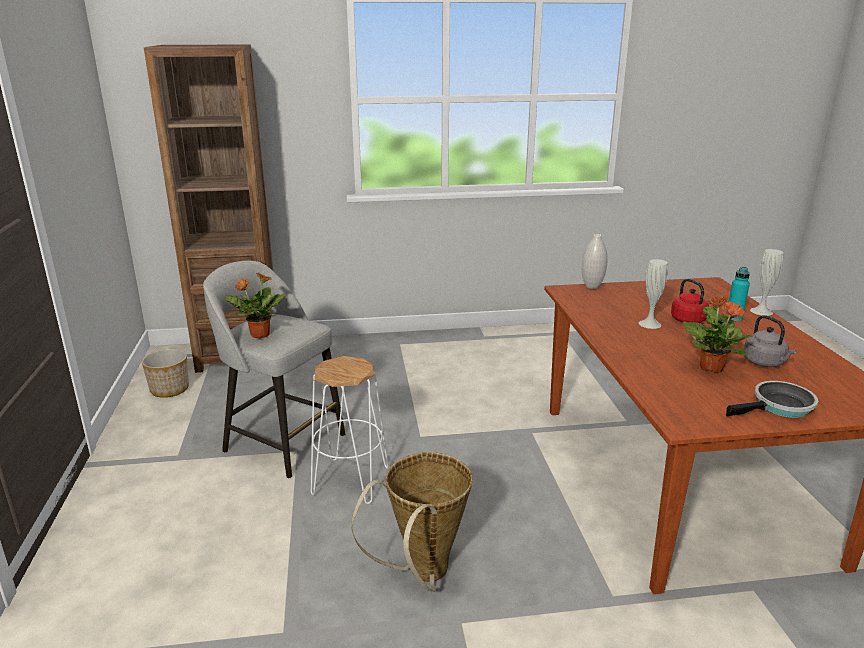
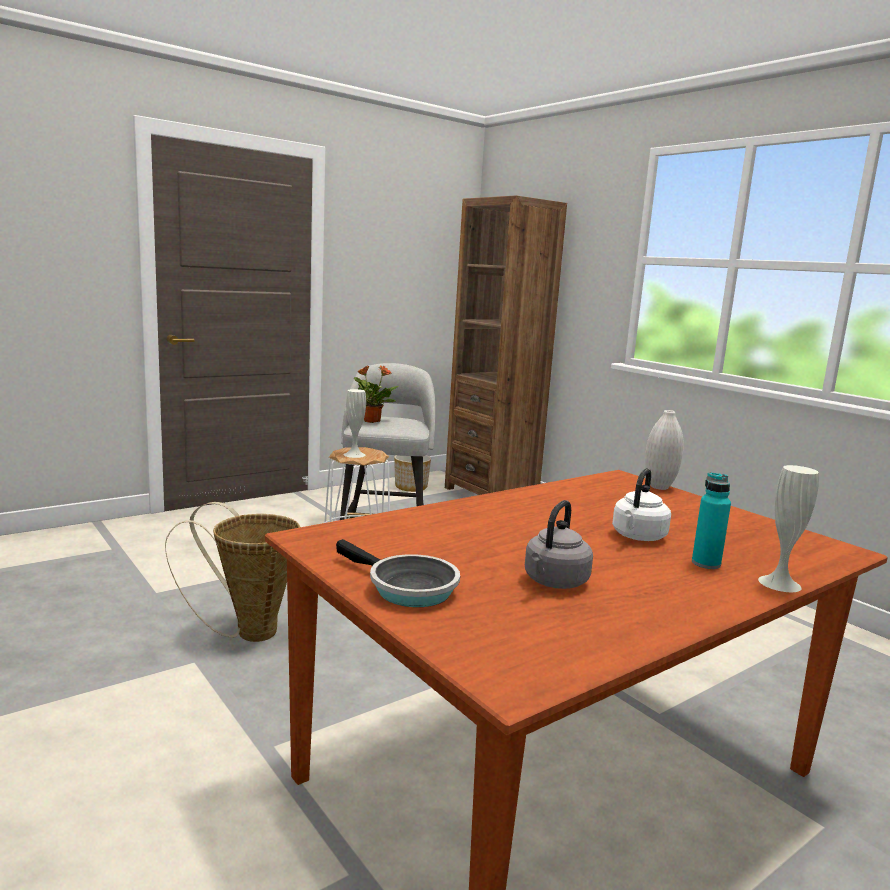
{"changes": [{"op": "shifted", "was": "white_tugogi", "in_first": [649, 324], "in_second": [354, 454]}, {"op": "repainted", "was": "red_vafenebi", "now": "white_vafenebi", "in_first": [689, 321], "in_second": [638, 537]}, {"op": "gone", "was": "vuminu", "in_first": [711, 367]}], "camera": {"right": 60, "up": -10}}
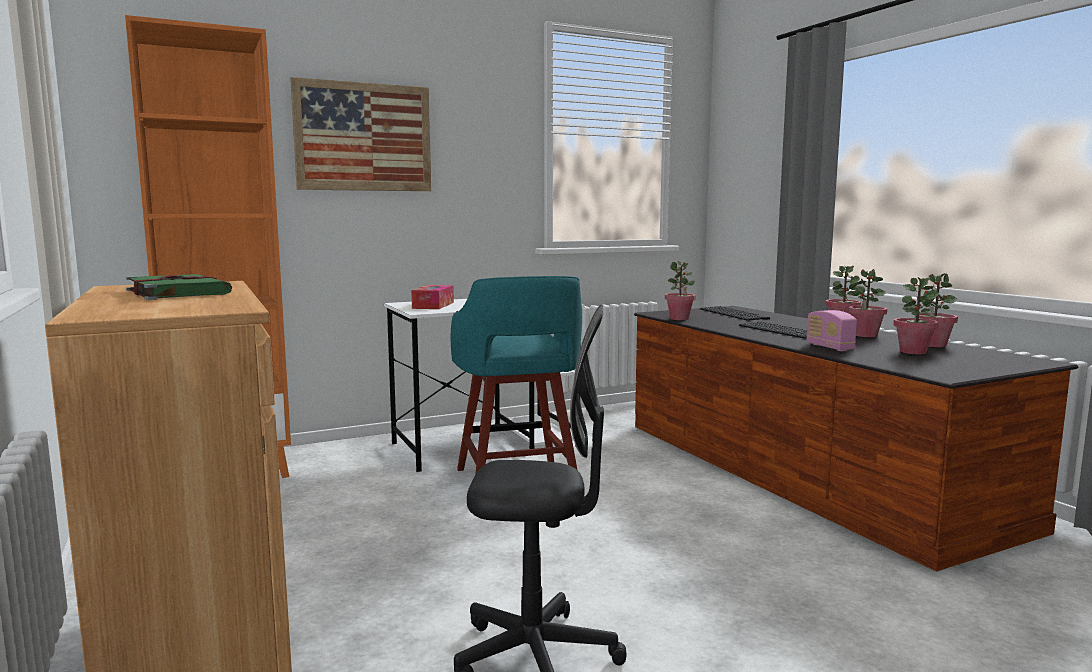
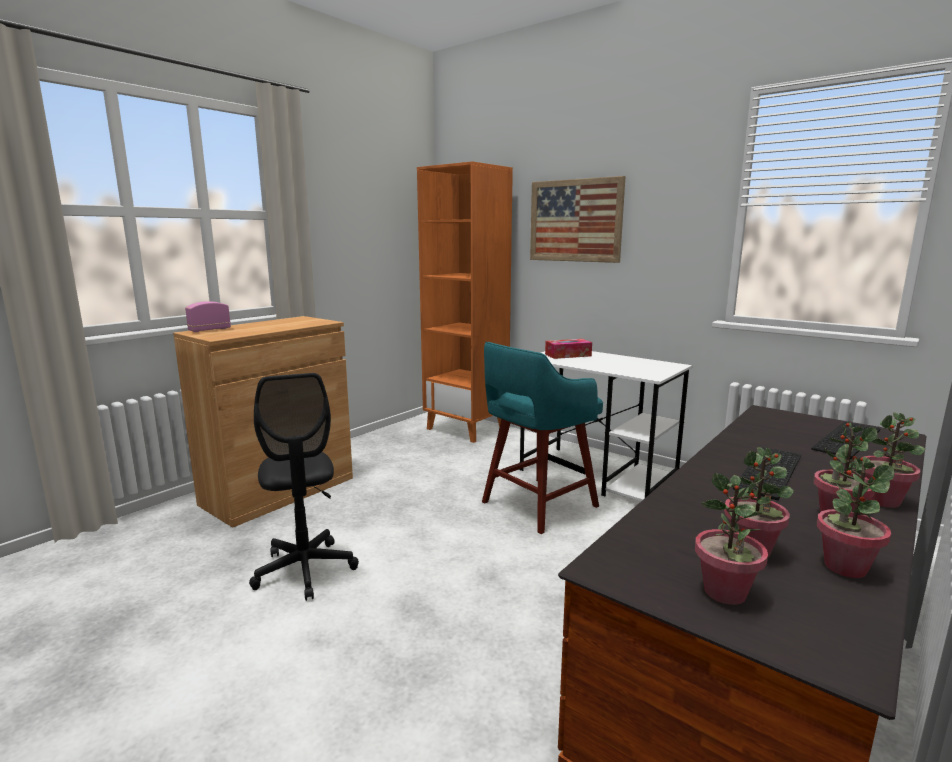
{"changes": [{"op": "shifted", "was": "vuminu", "in_first": [679, 318], "in_second": [725, 592]}, {"op": "gone", "was": "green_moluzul", "in_first": [177, 292]}, {"op": "shifted", "was": "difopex", "in_first": [829, 347], "in_second": [209, 330]}], "camera": {"right": 65, "up": 5}}
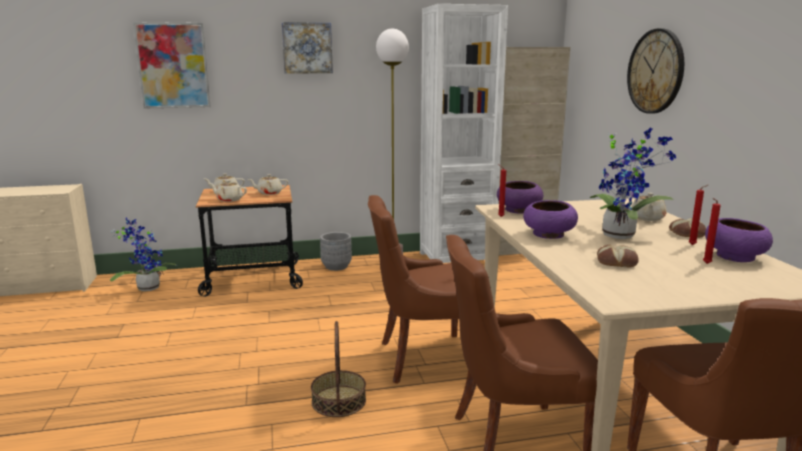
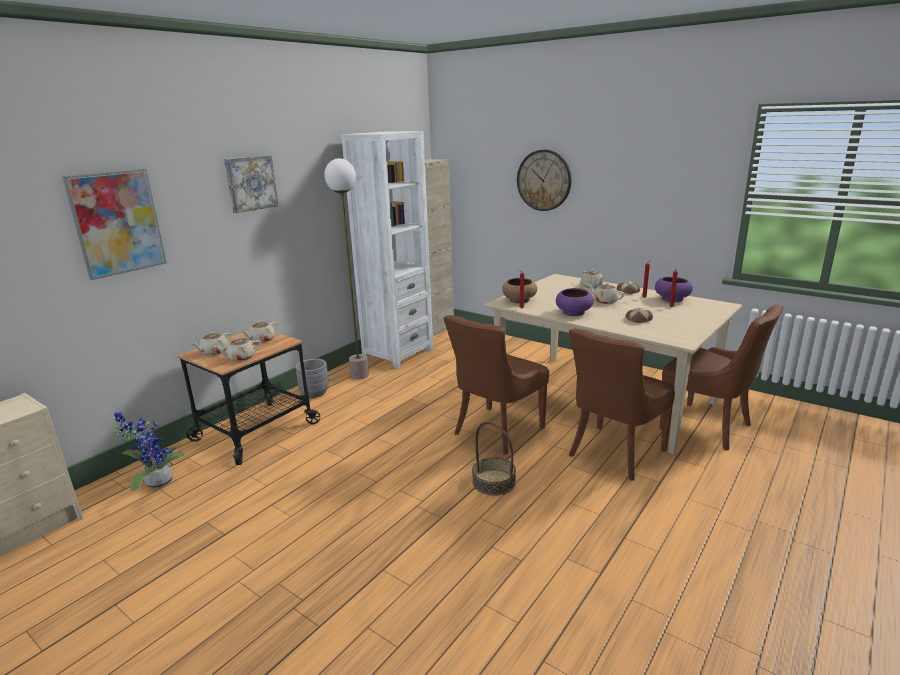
{"changes": [{"op": "swapped", "was": "vuminu", "now": "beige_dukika", "in_first": [621, 235], "in_second": [604, 301]}, {"op": "repainted", "was": "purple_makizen", "now": "brown_makizen", "in_first": [519, 210], "in_second": [519, 300]}], "camera": {"right": -40, "up": 5}}
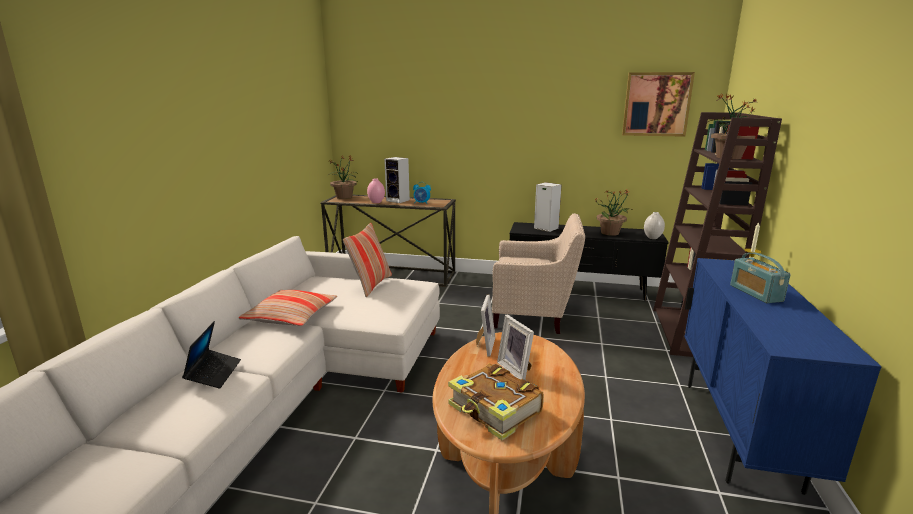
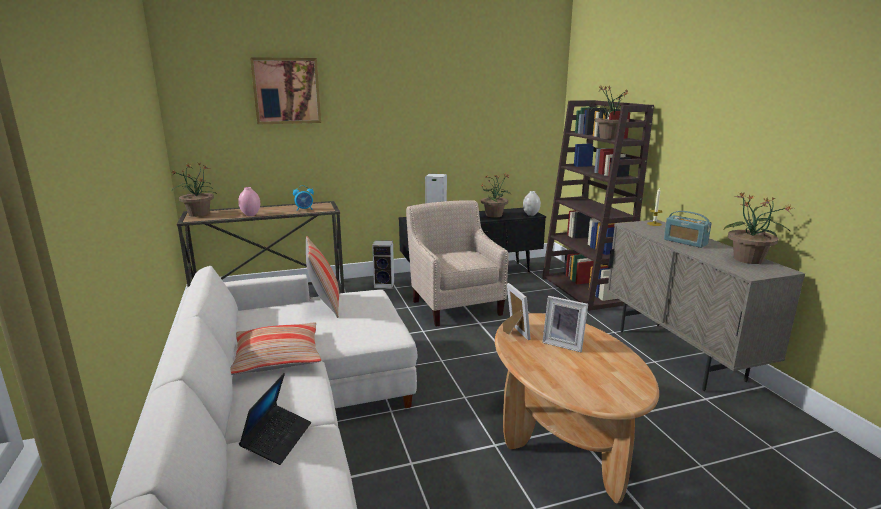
{"changes": [{"op": "shifted", "was": "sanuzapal", "in_first": [656, 104], "in_second": [286, 91]}, {"op": "shifted", "was": "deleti", "in_first": [399, 200], "in_second": [385, 284]}, {"op": "rotated", "was": "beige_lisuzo", "in_first": [534, 315], "in_second": [455, 305], "clockwise": -90}, {"op": "repainted", "was": "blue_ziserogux", "now": "beige_ziserogux", "in_first": [738, 433], "in_second": [678, 354]}, {"op": "rotated", "was": "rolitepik", "in_first": [214, 373], "in_second": [277, 439], "clockwise": 45}, {"op": "gone", "was": "moluzul", "in_first": [495, 411]}, {"op": "new", "now": "vuminu", "in_second": [748, 260]}], "camera": {"right": -30, "up": 0}}
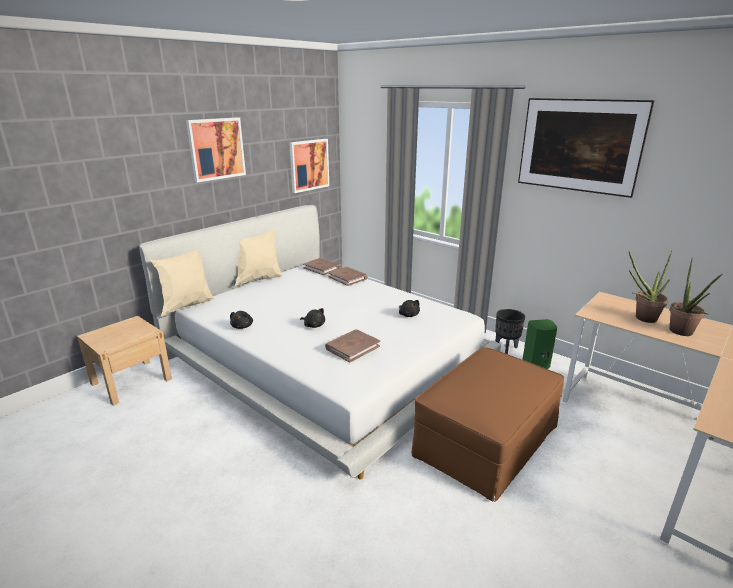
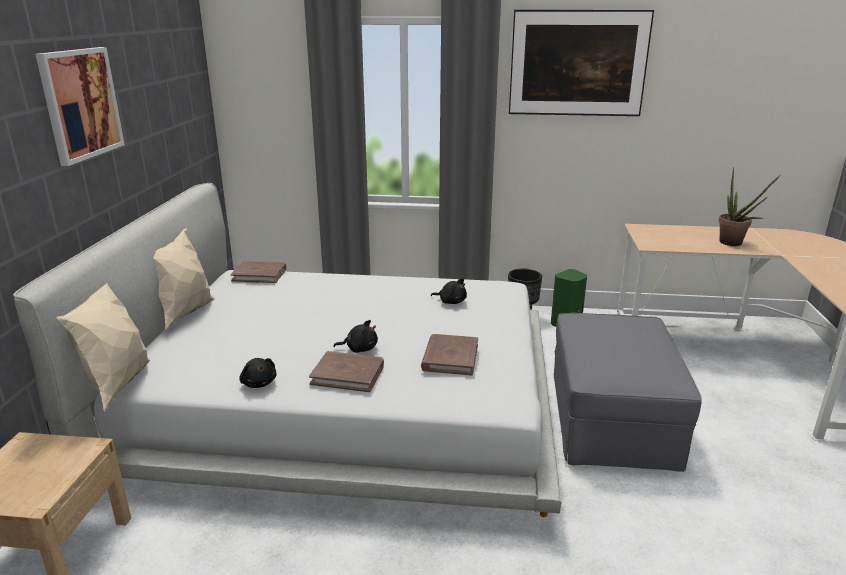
{"changes": [{"op": "gone", "was": "sanuzapal", "in_first": [309, 165]}, {"op": "gone", "was": "vuminu", "in_first": [641, 318]}, {"op": "shifted", "was": "brown_moluzul", "in_first": [348, 278], "in_second": [348, 374]}, {"op": "repainted", "was": "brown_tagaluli", "now": "grey_tagaluli", "in_first": [484, 443], "in_second": [611, 420]}], "camera": {"right": -35, "up": 0}}
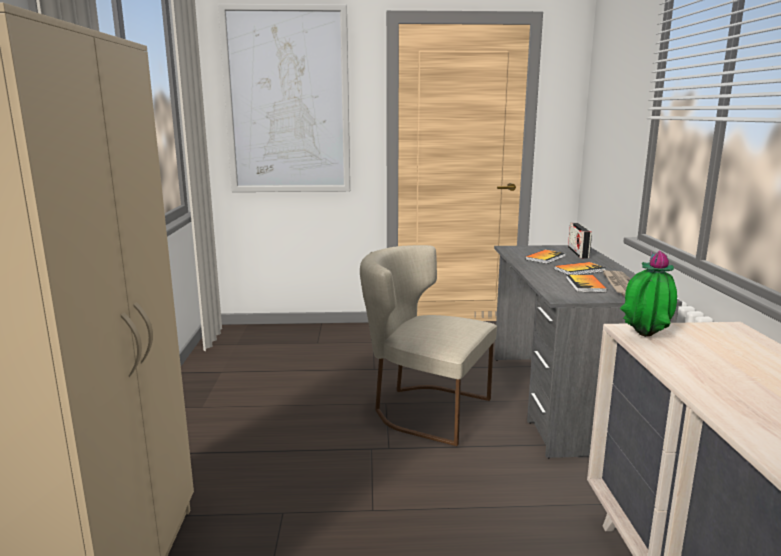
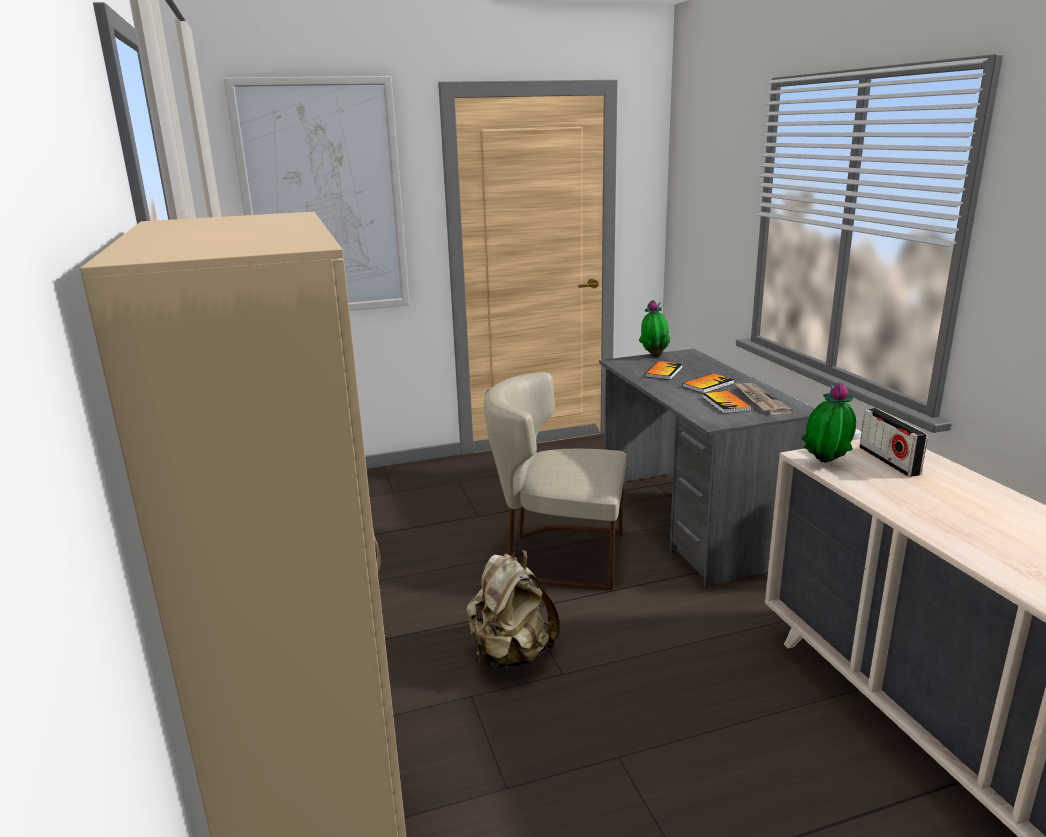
{"changes": [{"op": "shifted", "was": "difopex", "in_first": [578, 253], "in_second": [888, 461]}, {"op": "new", "now": "vuminu", "in_second": [654, 355]}, {"op": "new", "now": "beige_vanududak", "in_second": [511, 655]}], "camera": {"right": -15, "up": 5}}
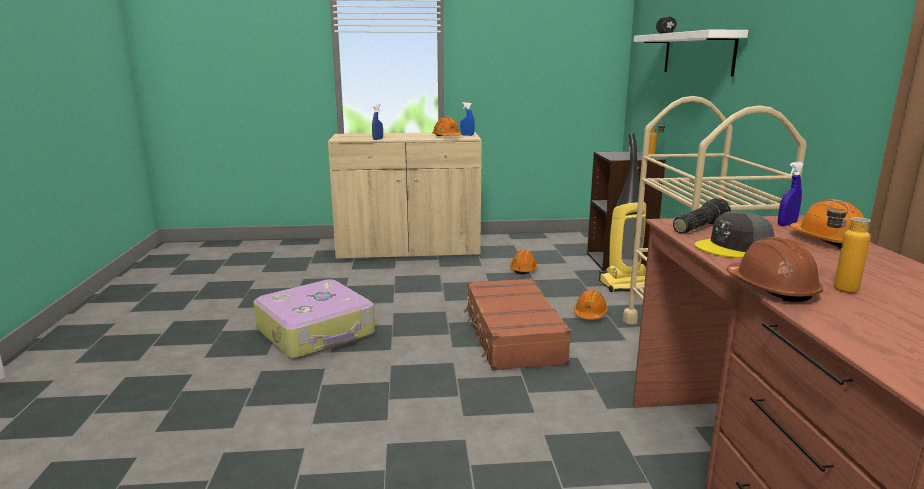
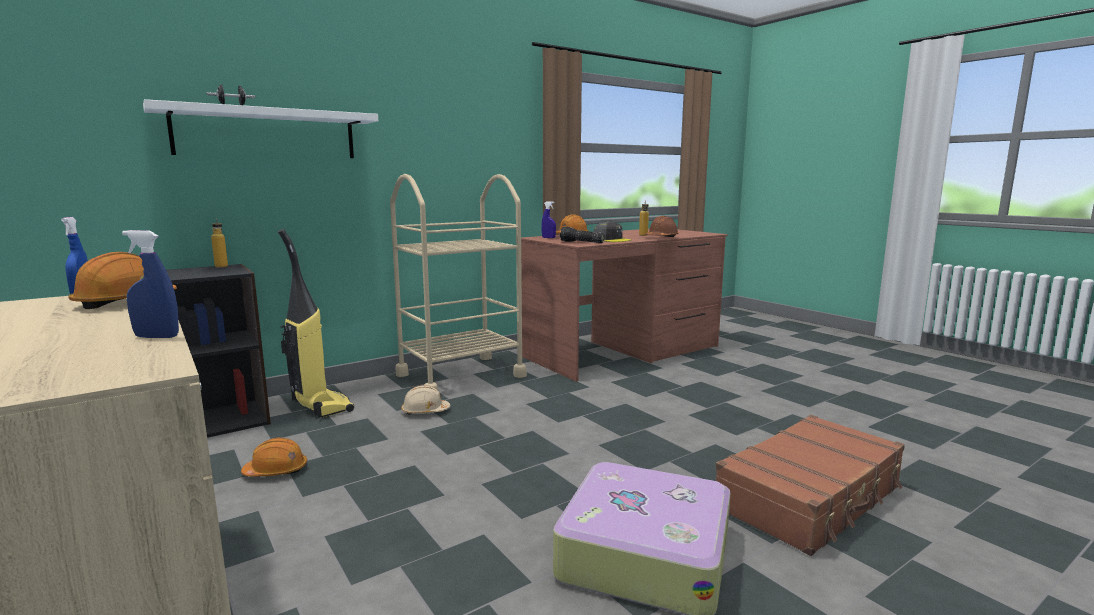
{"changes": [{"op": "shifted", "was": "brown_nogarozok", "in_first": [512, 336], "in_second": [810, 498]}, {"op": "repainted", "was": "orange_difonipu", "now": "beige_difonipu", "in_first": [590, 314], "in_second": [425, 411]}], "camera": {"right": -120, "up": -5}}
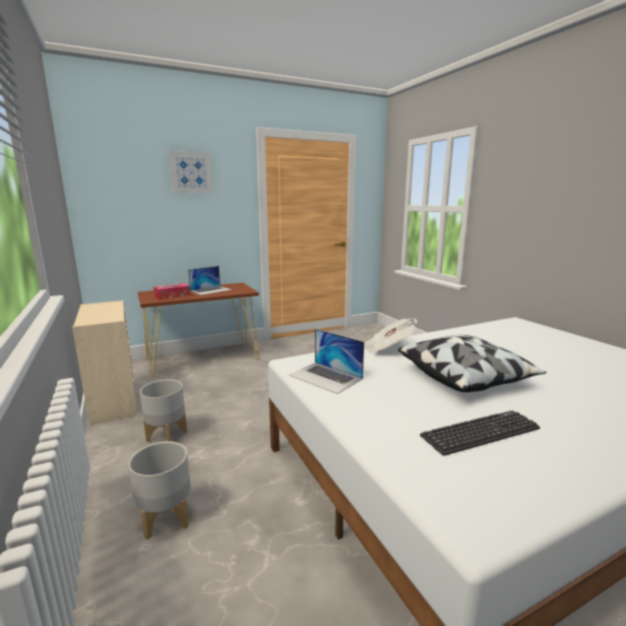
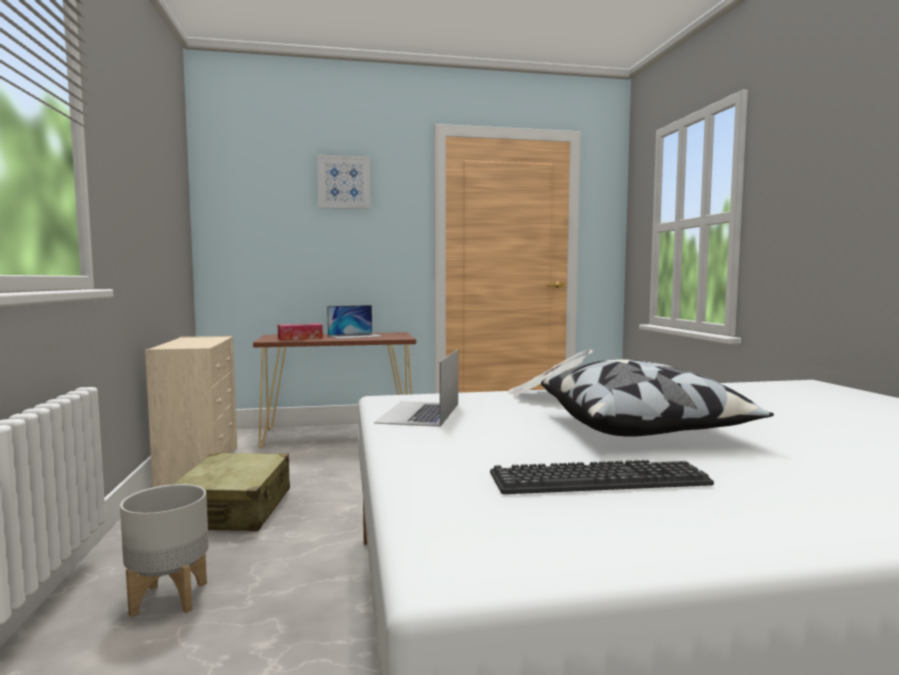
{"changes": [{"op": "rotated", "was": "rolitepik", "in_first": [325, 377], "in_second": [419, 413], "clockwise": 45}, {"op": "swapped", "was": "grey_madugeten", "now": "beige_nogarozok", "in_first": [166, 436], "in_second": [234, 509]}], "camera": {"right": 15, "up": -10}}
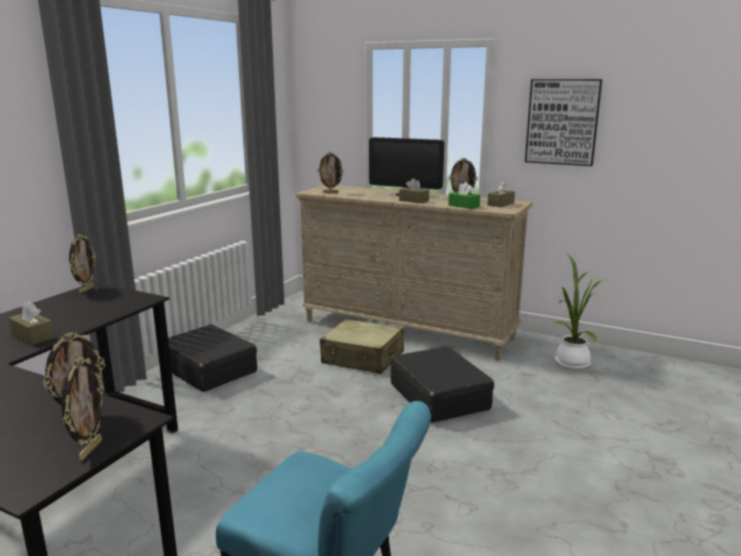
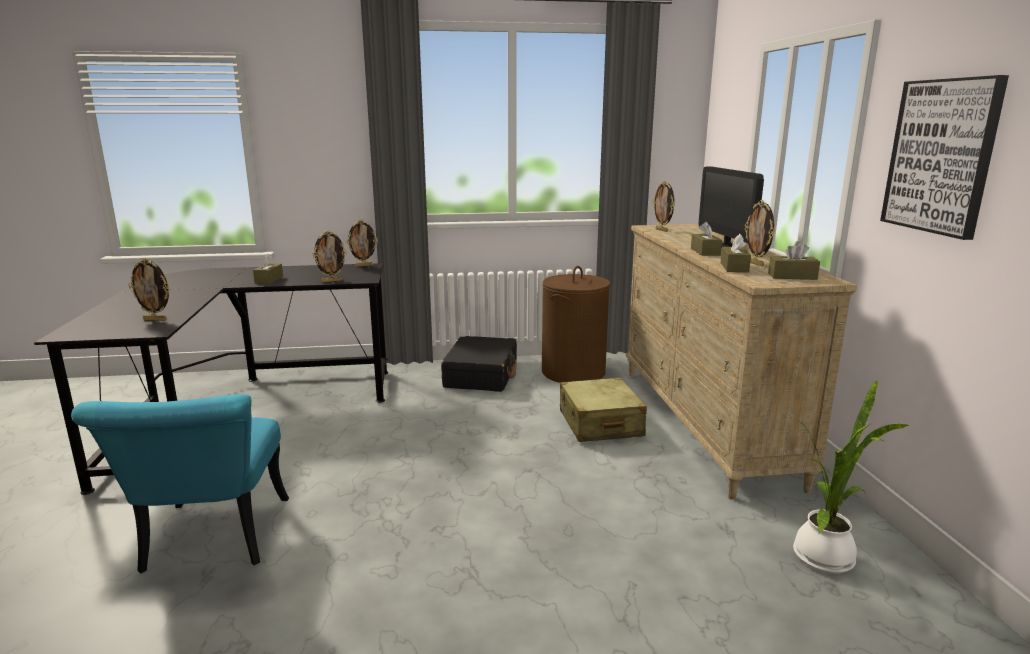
{"changes": [{"op": "repainted", "was": "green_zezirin", "now": "brown_zezirin", "in_first": [463, 206], "in_second": [734, 267]}, {"op": "gone", "was": "black_nogarozok", "in_first": [439, 396]}, {"op": "shifted", "was": "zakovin", "in_first": [90, 449], "in_second": [332, 281]}, {"op": "new", "now": "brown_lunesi", "in_second": [573, 372]}], "camera": {"right": 55, "up": 0}}
